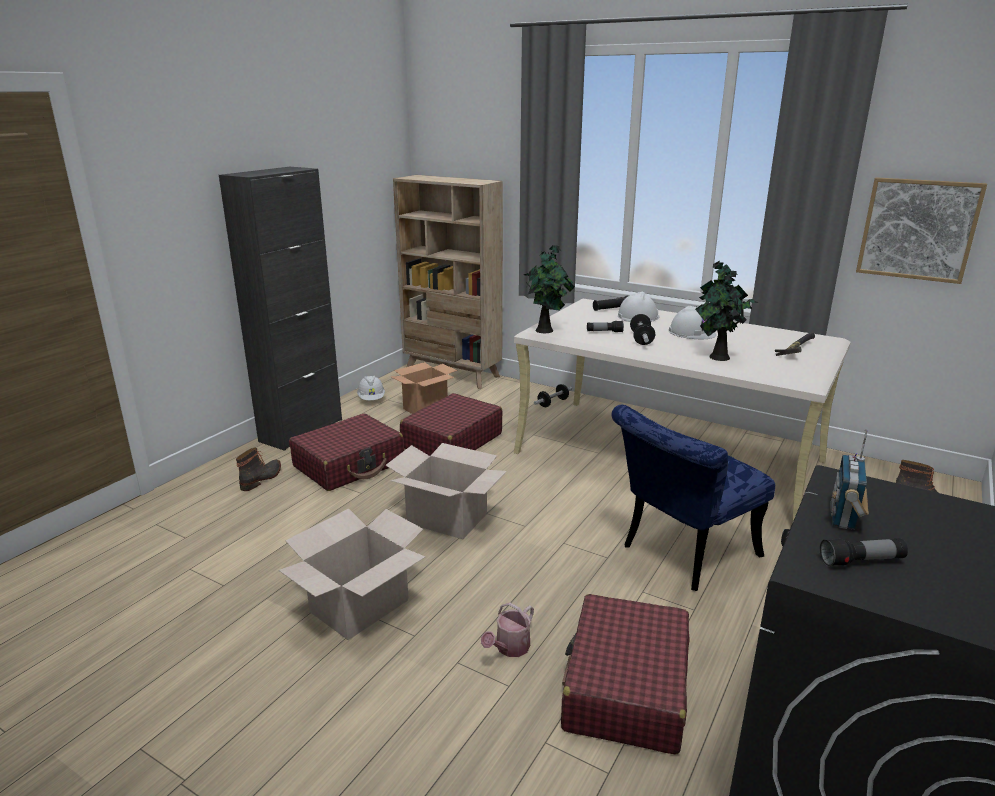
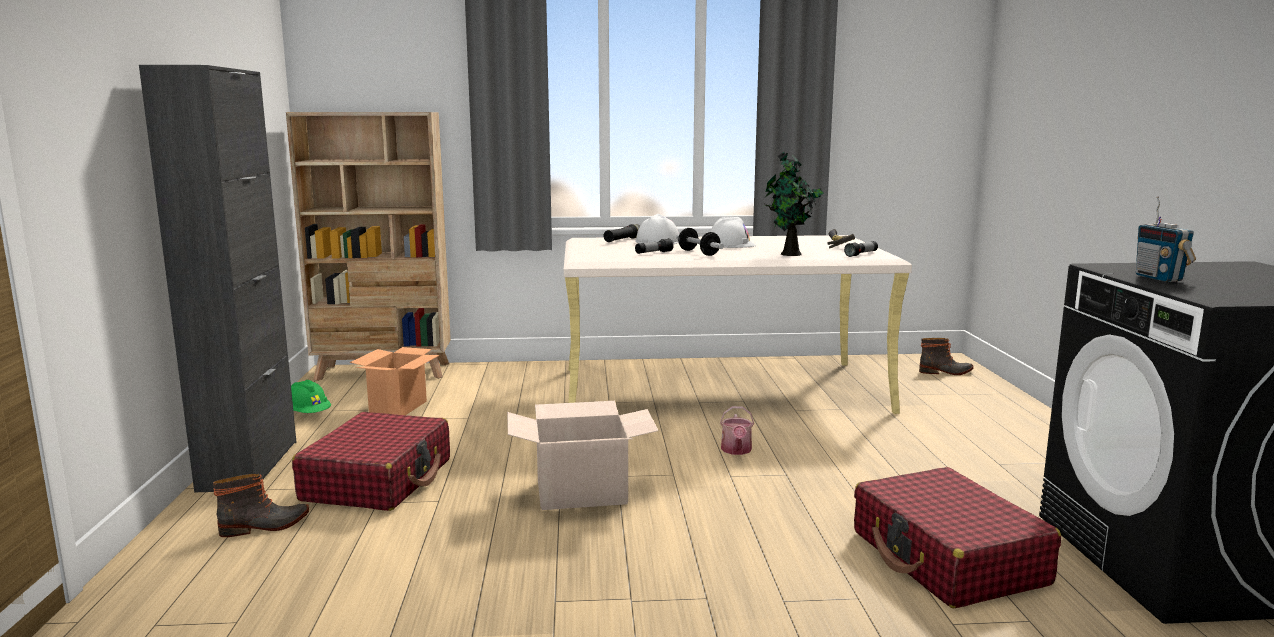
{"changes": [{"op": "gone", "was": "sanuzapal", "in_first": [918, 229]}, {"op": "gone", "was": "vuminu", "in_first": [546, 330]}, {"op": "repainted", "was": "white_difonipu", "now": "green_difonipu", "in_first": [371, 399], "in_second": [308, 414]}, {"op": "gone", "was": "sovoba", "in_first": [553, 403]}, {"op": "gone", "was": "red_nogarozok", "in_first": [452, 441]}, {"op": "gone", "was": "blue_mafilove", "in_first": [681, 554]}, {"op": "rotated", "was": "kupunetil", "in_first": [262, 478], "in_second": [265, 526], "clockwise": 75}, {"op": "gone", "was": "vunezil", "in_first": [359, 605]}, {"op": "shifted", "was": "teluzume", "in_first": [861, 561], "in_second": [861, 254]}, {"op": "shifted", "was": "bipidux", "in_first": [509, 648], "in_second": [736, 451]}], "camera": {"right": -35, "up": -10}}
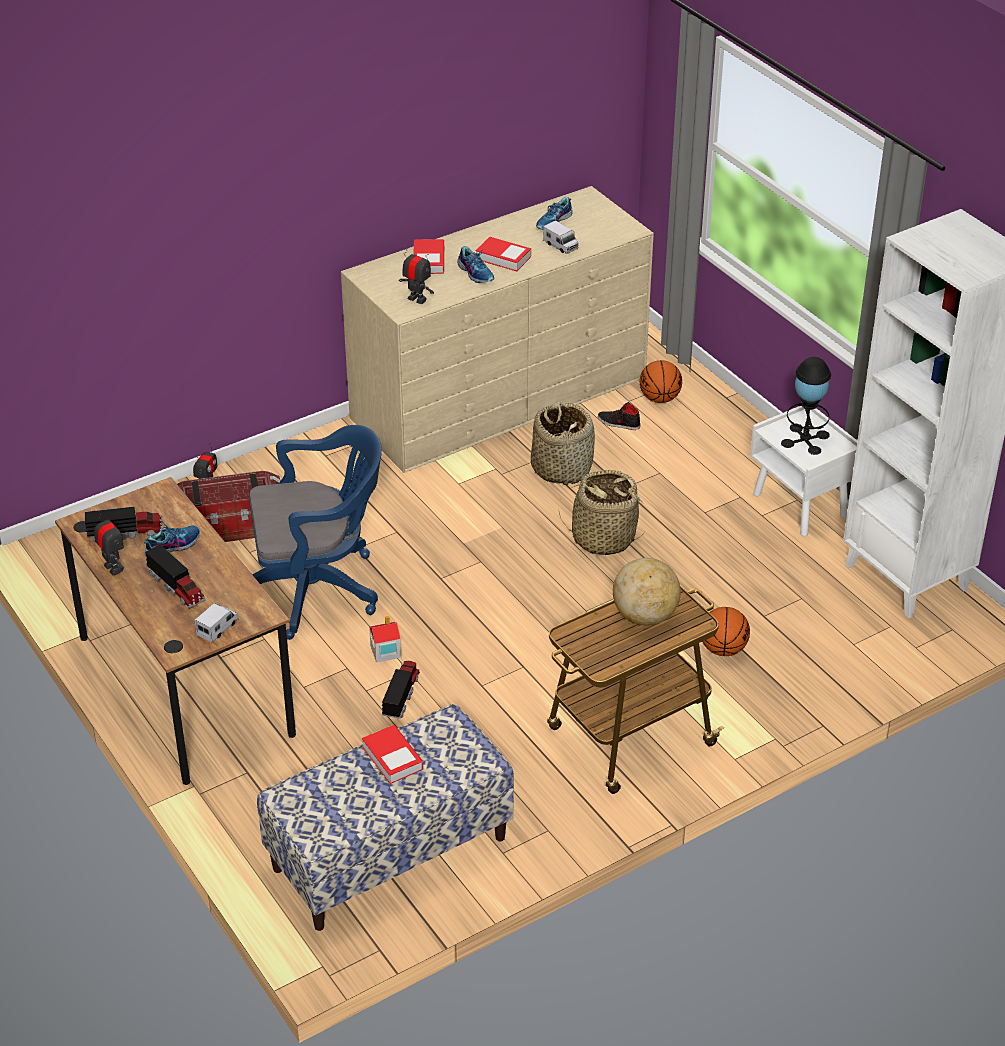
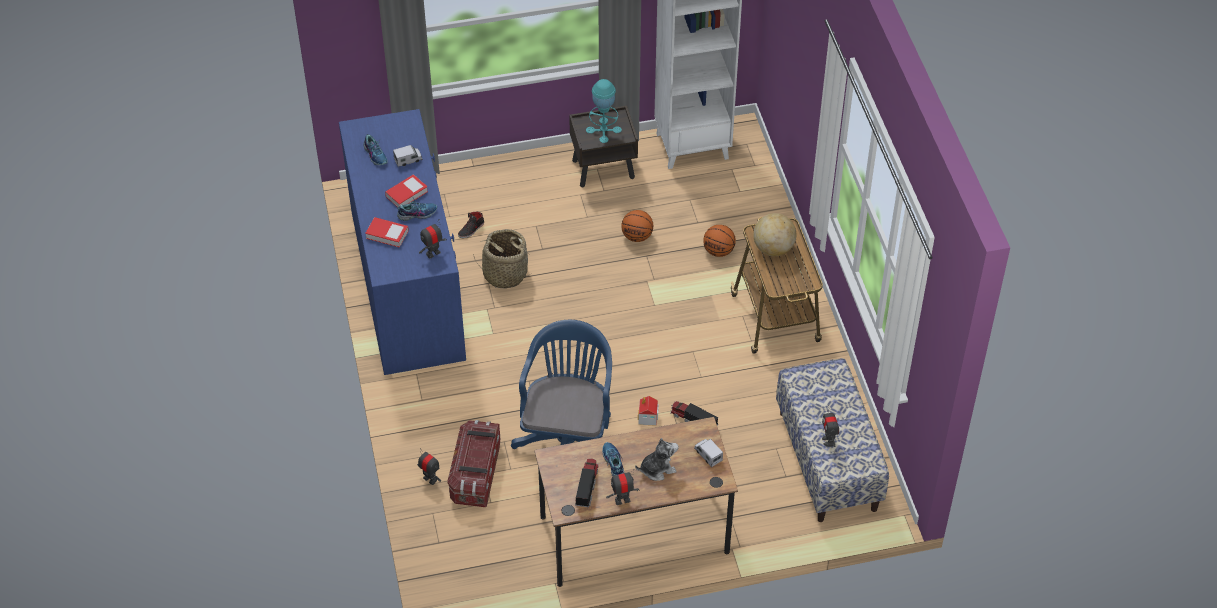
{"changes": [{"op": "repainted", "was": "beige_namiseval", "now": "blue_namiseval", "in_first": [500, 397], "in_second": [407, 284]}, {"op": "repainted", "was": "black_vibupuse", "now": "turquoise_vibupuse", "in_first": [805, 439], "in_second": [603, 130]}, {"op": "shifted", "was": "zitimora", "in_first": [660, 398], "in_second": [637, 236]}, {"op": "repainted", "was": "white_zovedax", "now": "brown_zovedax", "in_first": [801, 506], "in_second": [604, 169]}, {"op": "gone", "was": "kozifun", "in_first": [603, 538]}, {"op": "swapped", "was": "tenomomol", "now": "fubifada", "in_first": [176, 587], "in_second": [657, 469]}, {"op": "gone", "was": "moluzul", "in_first": [392, 758]}, {"op": "new", "now": "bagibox", "in_second": [828, 441]}], "camera": {"right": -70, "up": 10}}
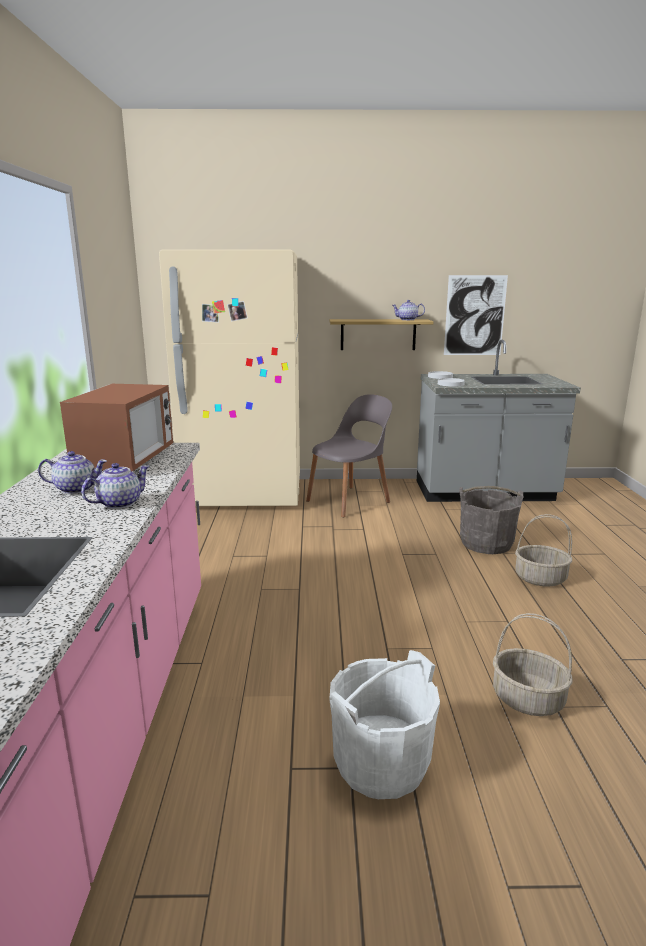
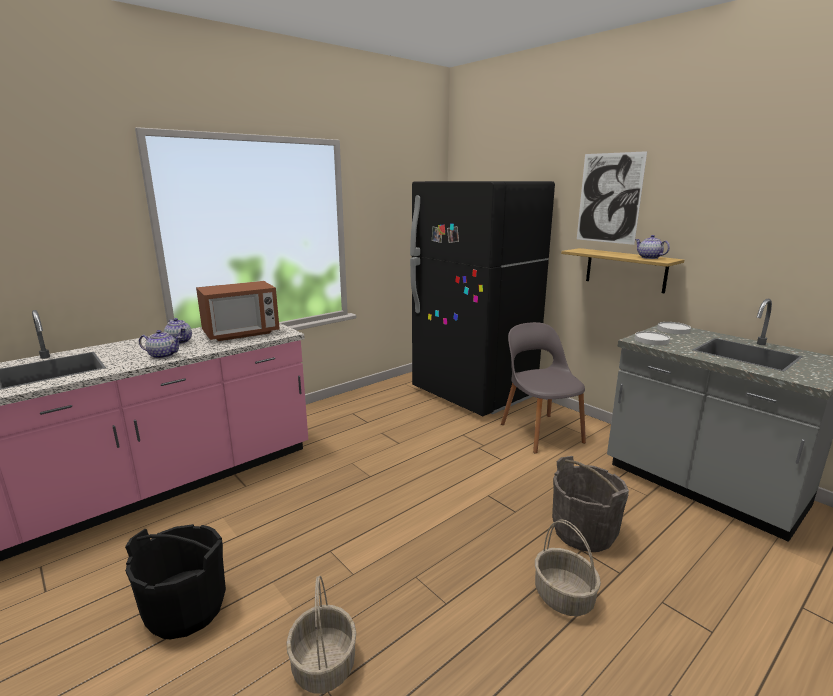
{"changes": [{"op": "repainted", "was": "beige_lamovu", "now": "black_lamovu", "in_first": [244, 495], "in_second": [473, 393]}, {"op": "shifted", "was": "sanuzapal", "in_first": [475, 315], "in_second": [609, 198]}, {"op": "rotated", "was": "grey_mafilove", "in_first": [350, 501], "in_second": [540, 432], "clockwise": -120}, {"op": "repainted", "was": "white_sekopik", "now": "black_sekopik", "in_first": [381, 763], "in_second": [185, 609]}], "camera": {"right": 50, "up": 0}}
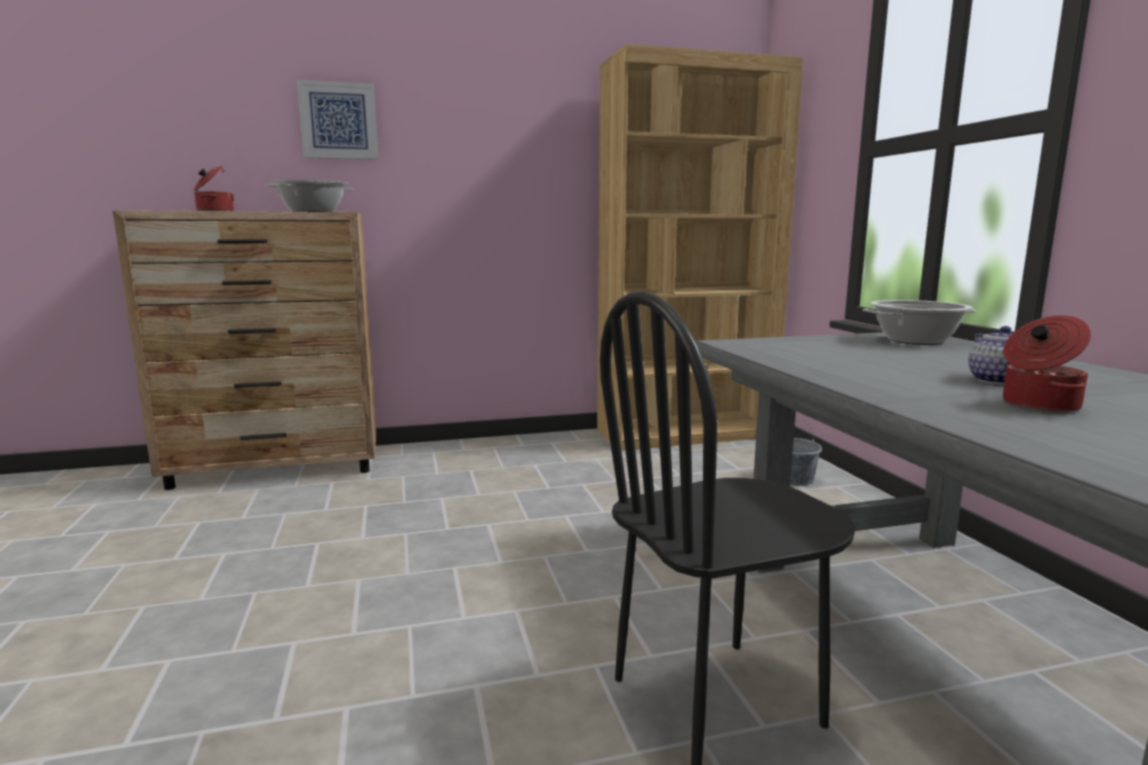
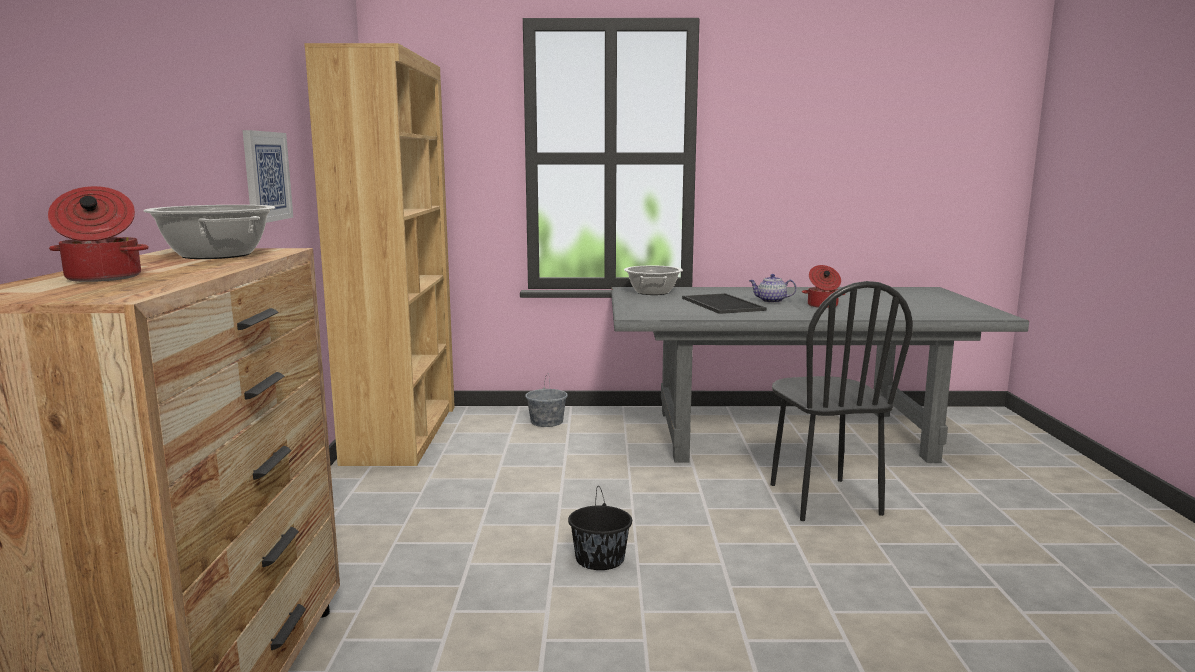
{"changes": [{"op": "shifted", "was": "sanuzapal", "in_first": [338, 121], "in_second": [266, 176]}, {"op": "new", "now": "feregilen", "in_second": [720, 304]}, {"op": "new", "now": "black_sekopik", "in_second": [600, 559]}], "camera": {"right": -75, "up": 0}}
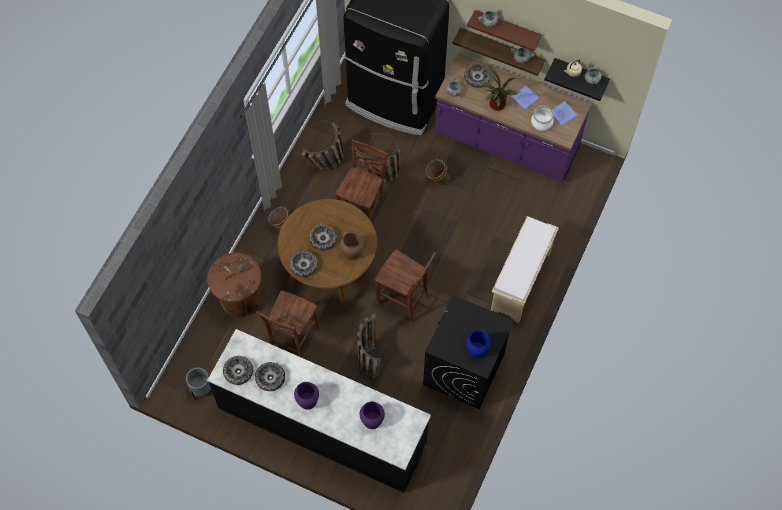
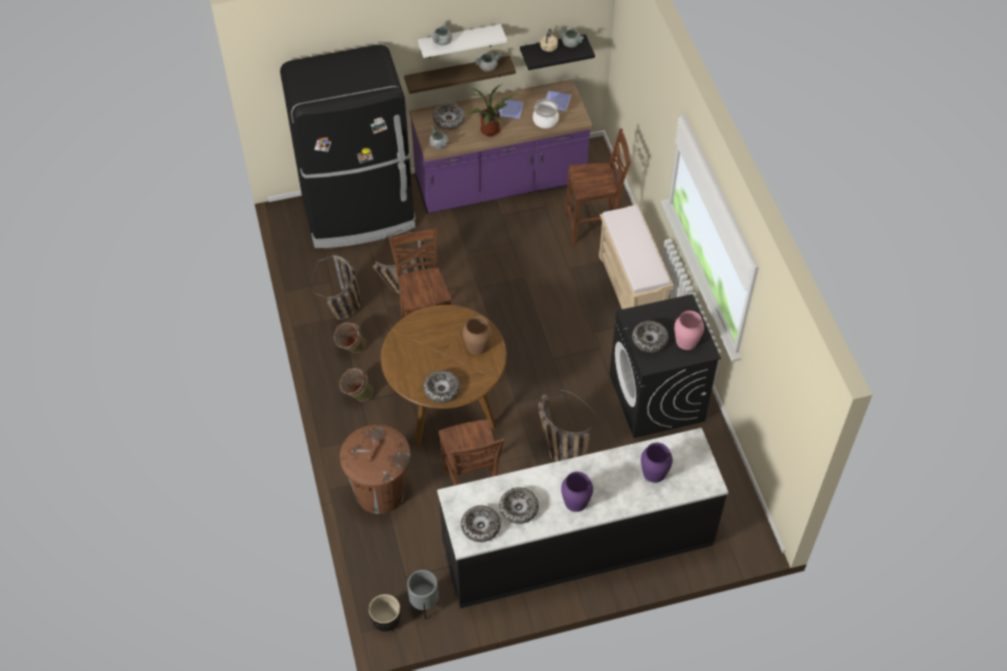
{"changes": [{"op": "repainted", "was": "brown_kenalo", "now": "white_kenalo", "in_first": [507, 28], "in_second": [459, 41]}, {"op": "shifted", "was": "green_sekopik", "in_first": [436, 179], "in_second": [350, 350]}, {"op": "shifted", "was": "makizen", "in_first": [323, 239], "in_second": [649, 340]}, {"op": "shifted", "was": "brown_mafilove", "in_first": [403, 301], "in_second": [594, 226]}, {"op": "repainted", "was": "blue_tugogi", "now": "pink_tugogi", "in_first": [477, 350], "in_second": [687, 341]}, {"op": "new", "now": "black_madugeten", "in_second": [385, 620]}], "camera": {"right": -40, "up": -10}}
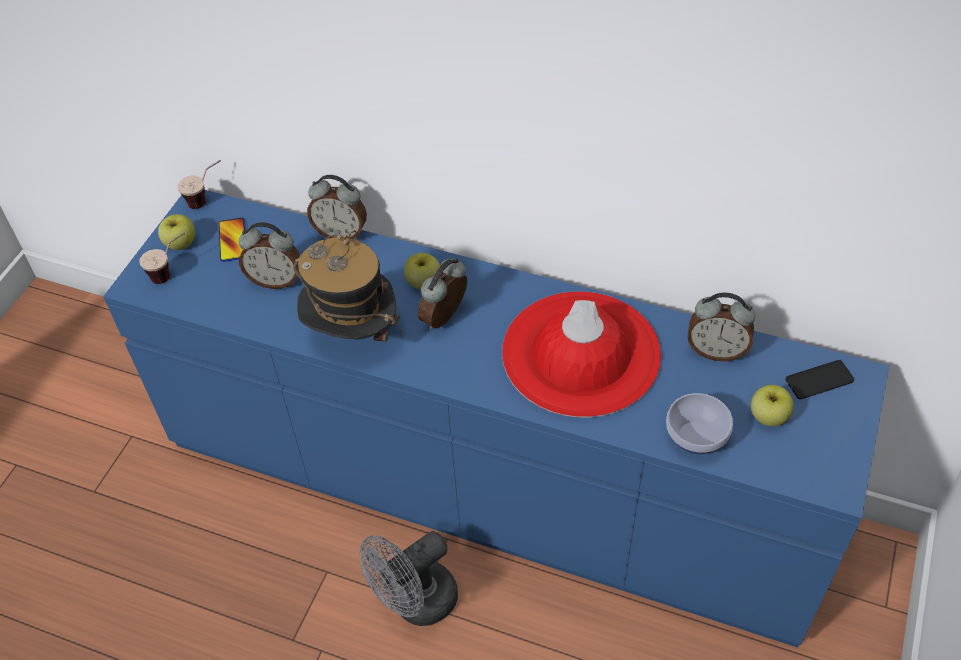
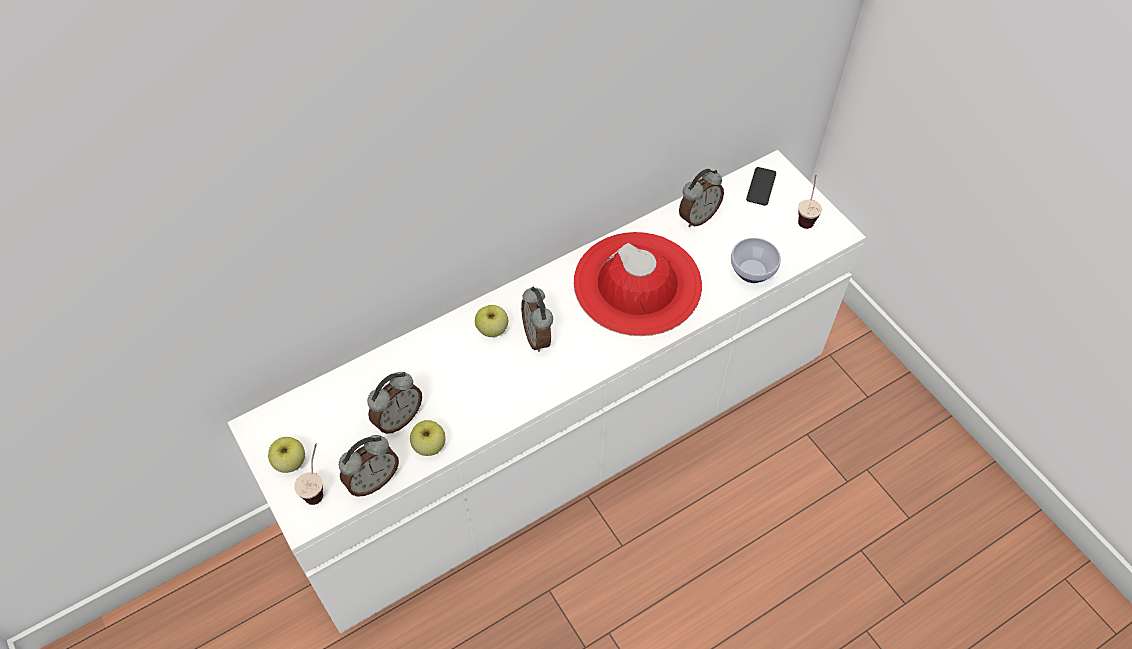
{"changes": [{"op": "shifted", "was": "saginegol", "in_first": [207, 200], "in_second": [806, 216]}, {"op": "shifted", "was": "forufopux", "in_first": [341, 233], "in_second": [373, 480]}, {"op": "repainted", "was": "blue_namiseval", "now": "white_namiseval", "in_first": [488, 482], "in_second": [565, 440]}, {"op": "gone", "was": "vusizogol", "in_first": [232, 240]}, {"op": "gone", "was": "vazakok", "in_first": [353, 337]}, {"op": "shifted", "was": "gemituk", "in_first": [768, 416], "in_second": [429, 446]}, {"op": "gone", "was": "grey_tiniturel", "in_first": [415, 603]}], "camera": {"right": -55, "up": 5}}
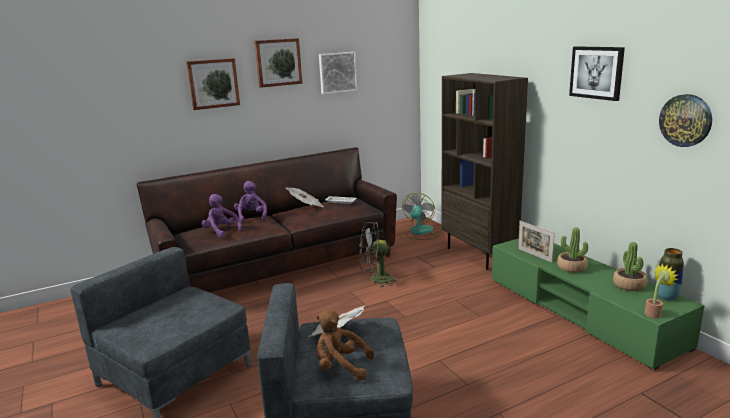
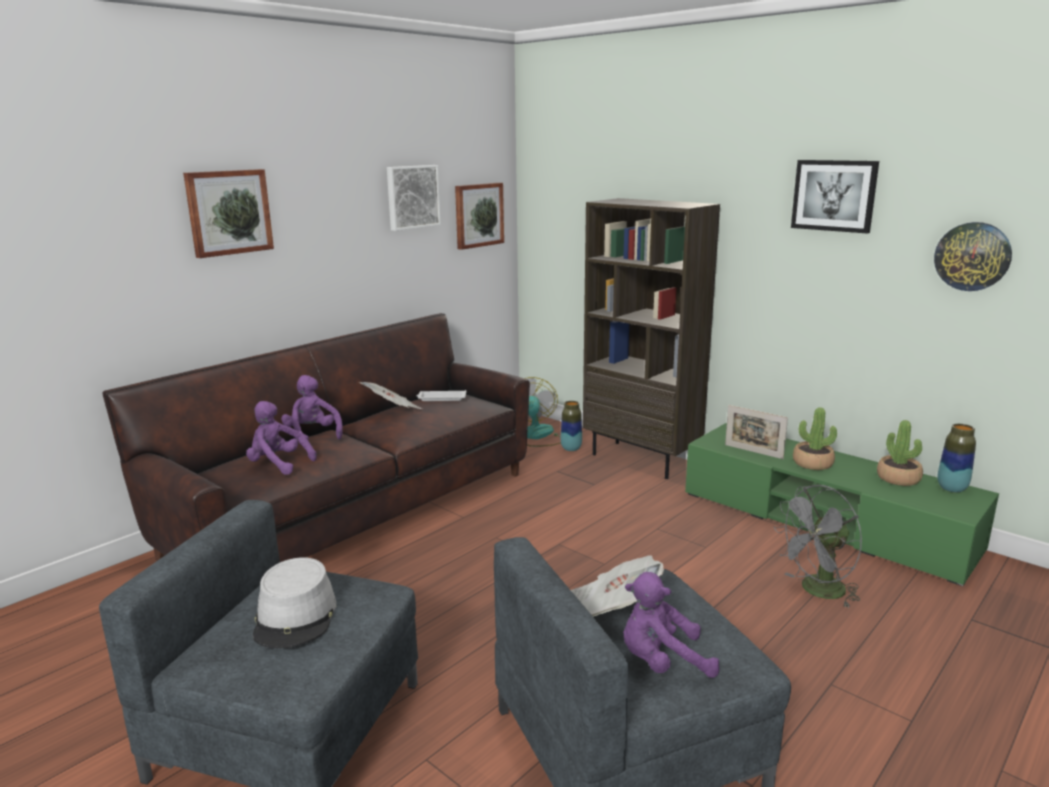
{"changes": [{"op": "shifted", "was": "sanuzapal", "in_first": [278, 62], "in_second": [478, 215]}, {"op": "shifted", "was": "grey_tiniturel", "in_first": [376, 280], "in_second": [817, 591]}, {"op": "gone", "was": "vuminu", "in_first": [654, 313]}, {"op": "repainted", "was": "brown_fubifada", "now": "purple_fubifada", "in_first": [341, 367], "in_second": [662, 662]}, {"op": "new", "now": "tugogi", "in_second": [571, 448]}, {"op": "new", "now": "grey_vazakok", "in_second": [296, 616]}], "camera": {"right": -20, "up": 0}}
